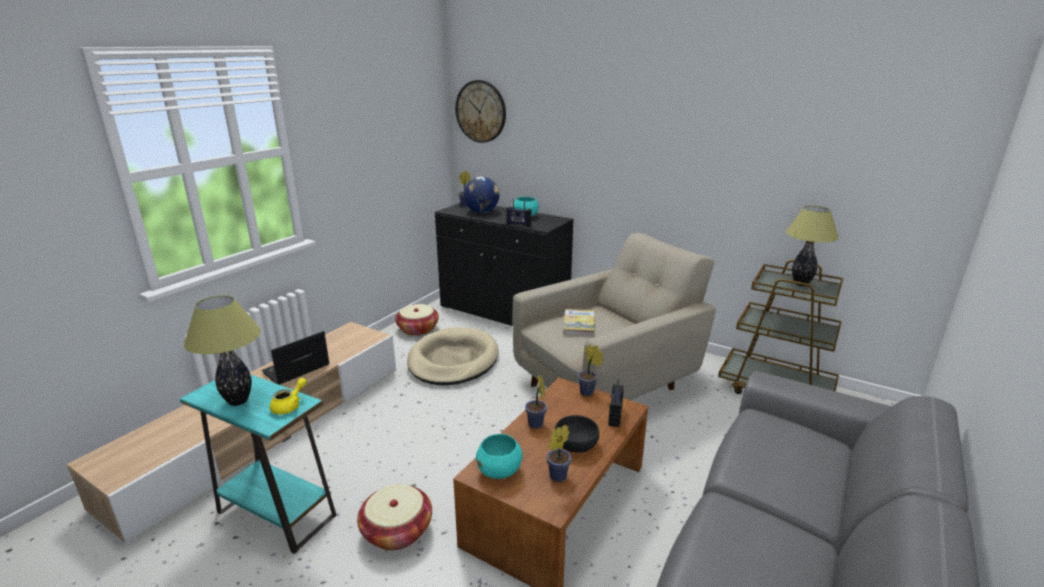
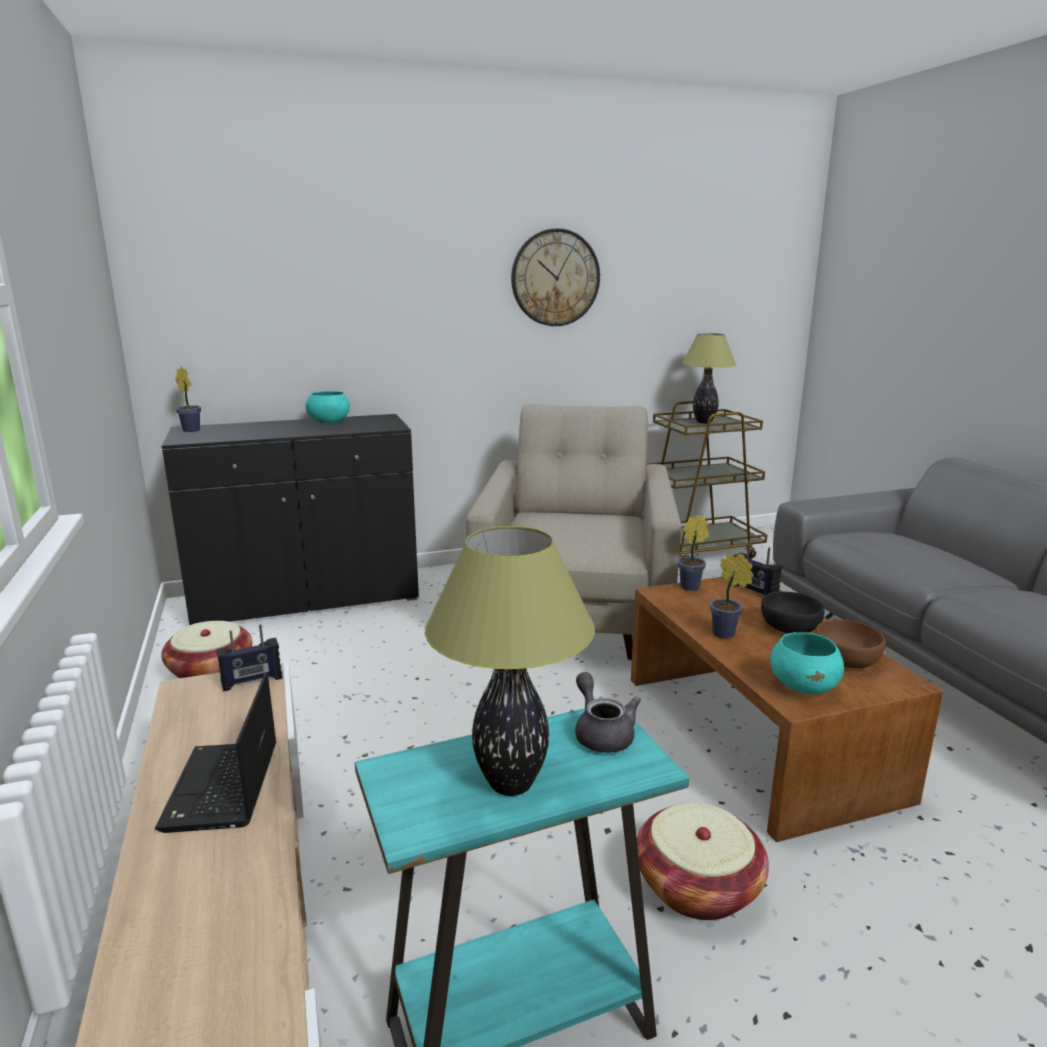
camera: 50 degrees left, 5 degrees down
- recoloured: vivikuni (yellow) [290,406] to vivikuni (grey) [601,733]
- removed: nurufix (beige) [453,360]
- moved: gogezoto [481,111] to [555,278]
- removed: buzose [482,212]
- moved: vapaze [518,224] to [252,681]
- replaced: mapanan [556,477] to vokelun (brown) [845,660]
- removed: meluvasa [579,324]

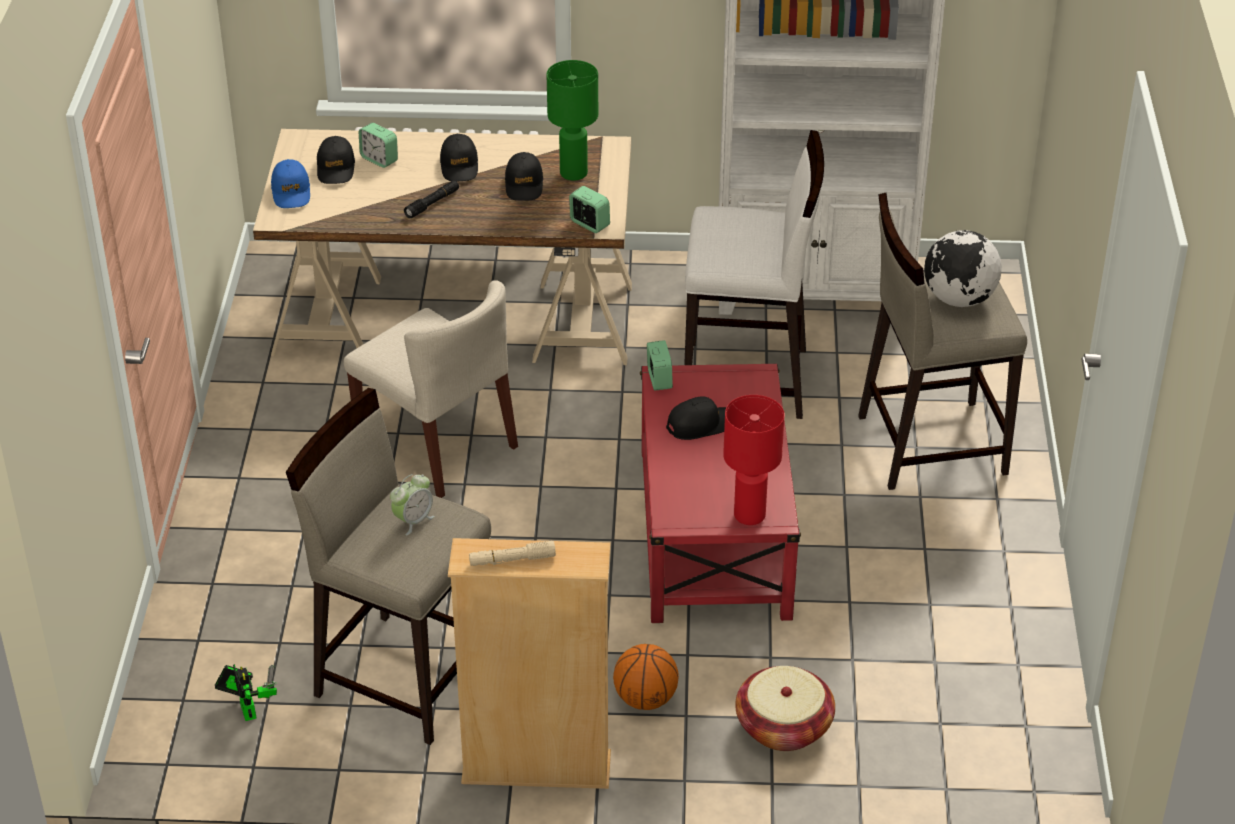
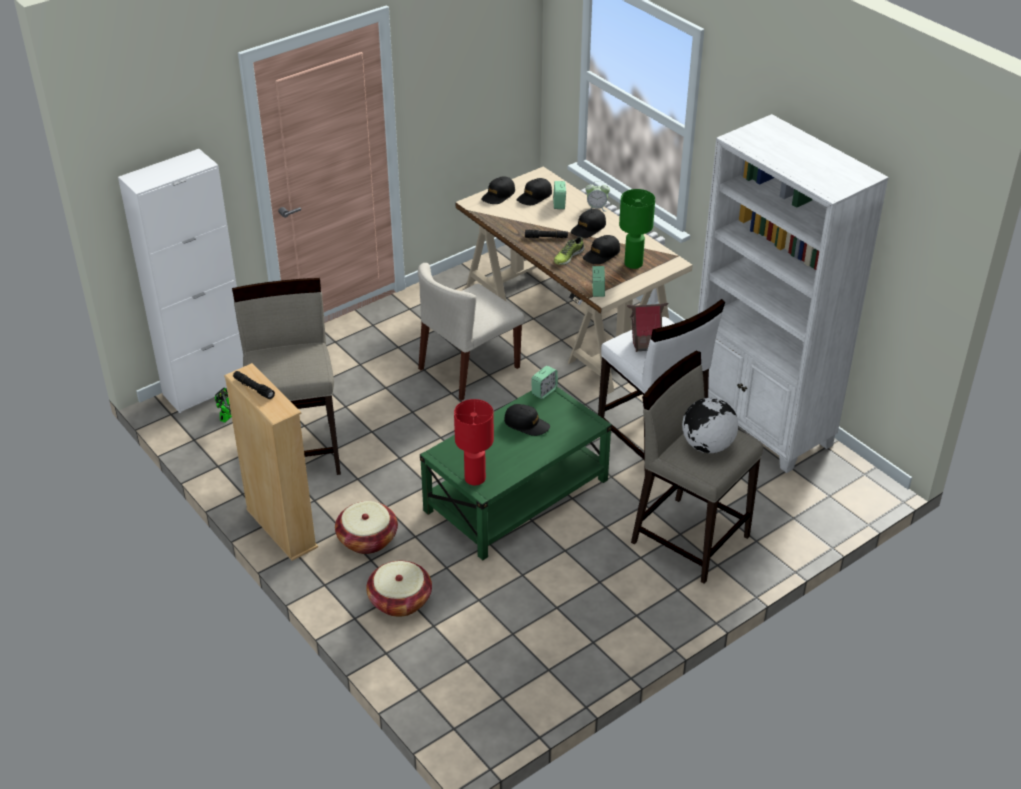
camera: 50 degrees right, 0 degrees up
- recoloured: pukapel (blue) [291,192] to pukapel (black) [498,195]
- turned: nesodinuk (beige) [438,444] = [469,368] 45 degrees clockwise
- moved: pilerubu [413,521] to [596,208]
- recoloured: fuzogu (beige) [512,560] to fuzogu (black) [253,388]
- replaced: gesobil [645,699] to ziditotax [367,539]
- recoloured: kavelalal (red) [713,532] to kavelalal (green) [516,495]
- added: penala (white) [207,388]
- added: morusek [568,256]
- added: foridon [644,345]

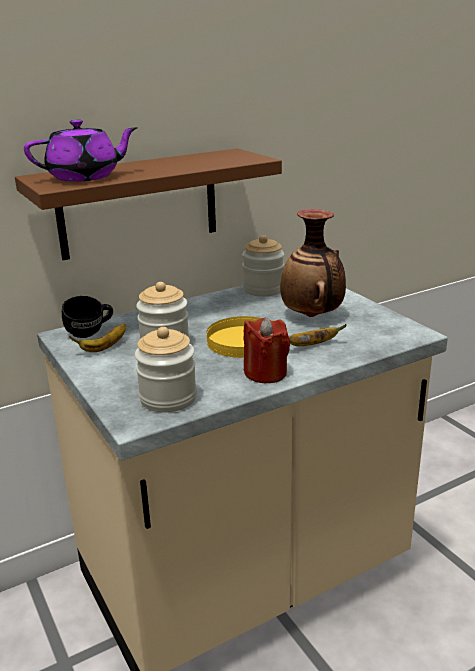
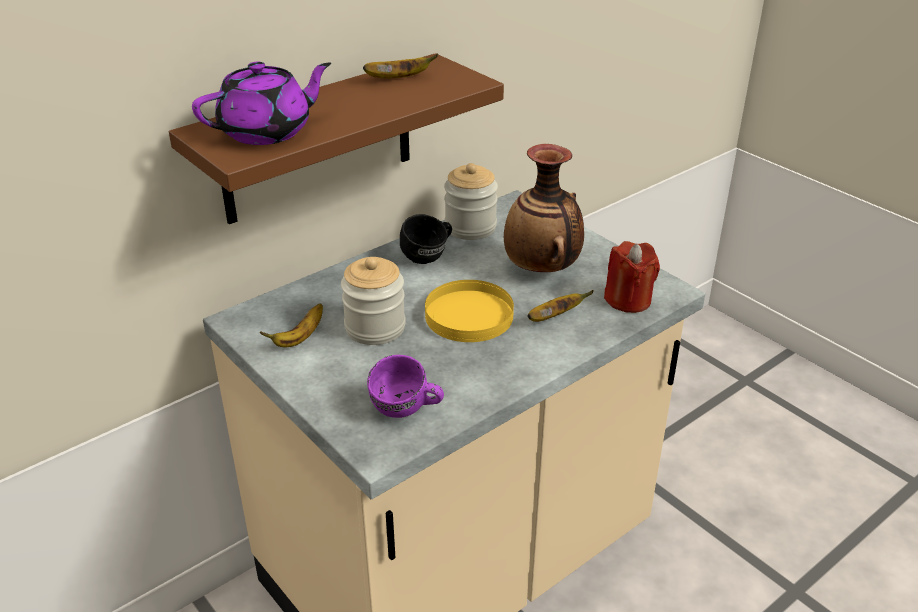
camera: 10 degrees left, 10 degrees up
- moved: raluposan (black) [91,333] to [429,257]
- replaced: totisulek [168,398] to raluposan (purple) [406,411]
- moved: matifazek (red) [265,373] to [628,300]
- added: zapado [399,78]

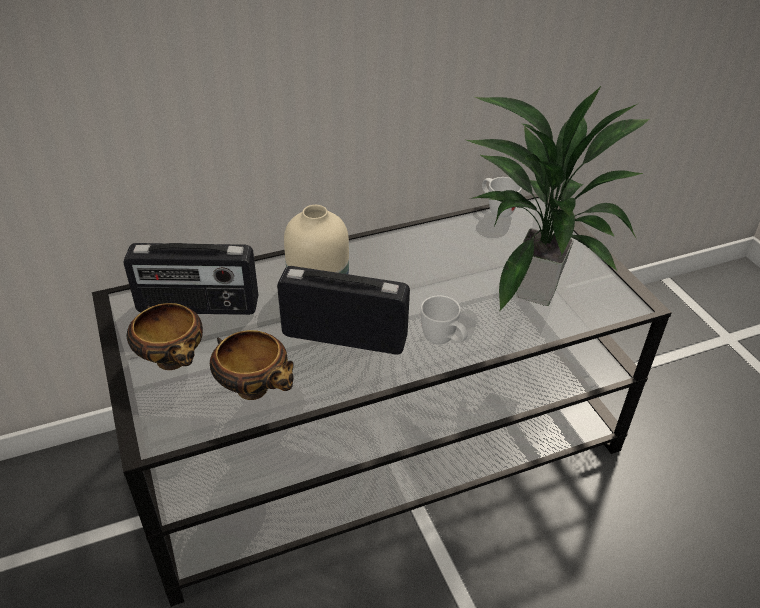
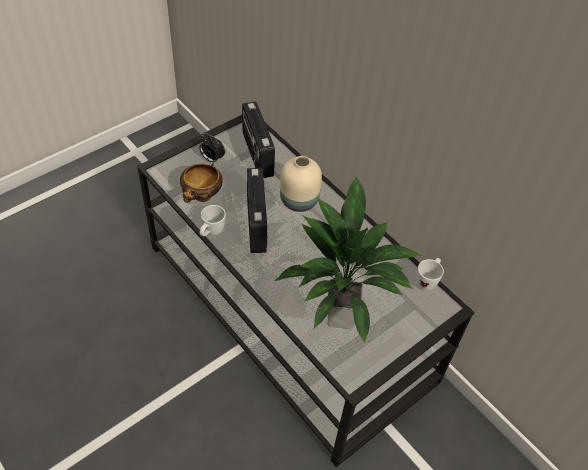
camera: 70 degrees right, 10 degrees up
- replaced: vokelun [174,362] to pilerubu [211,159]
- moved: raluposan (white) [443,341] to [211,233]

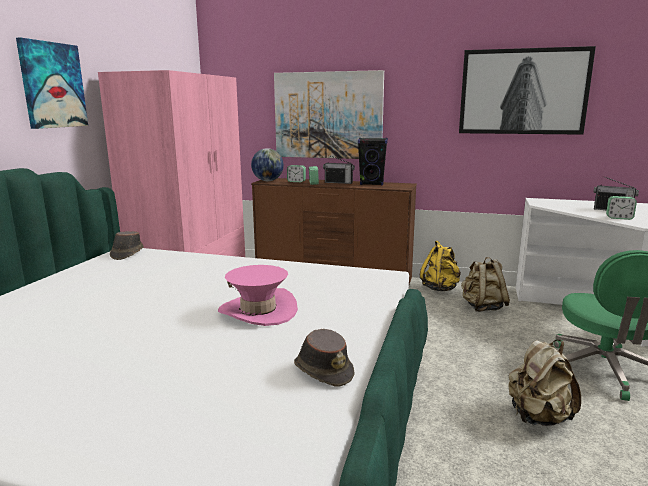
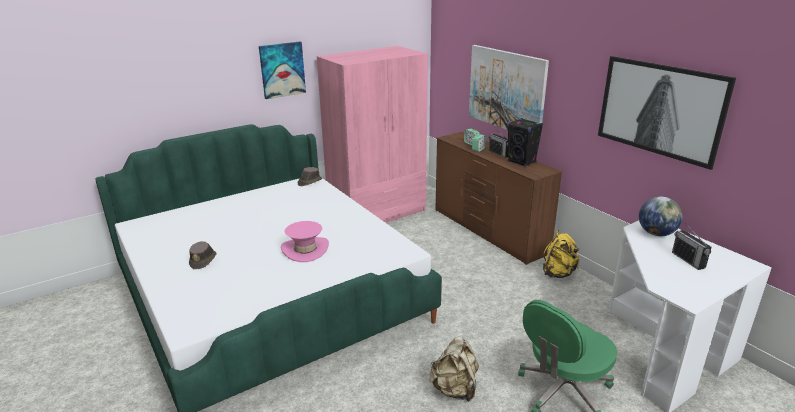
camera: 40 degrees right, 10 degrees up
- moved: buzose [268,181] to [656,233]
- moved: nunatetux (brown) [323,370] to [203,260]
- removed: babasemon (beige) [482,307]
- removed: pilerubu [619,218]

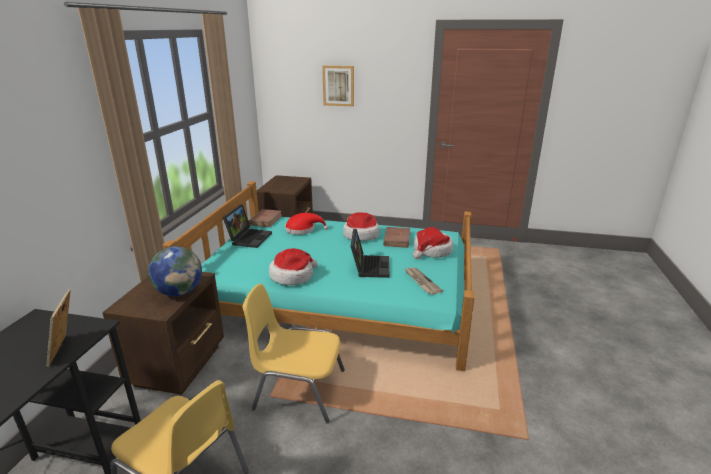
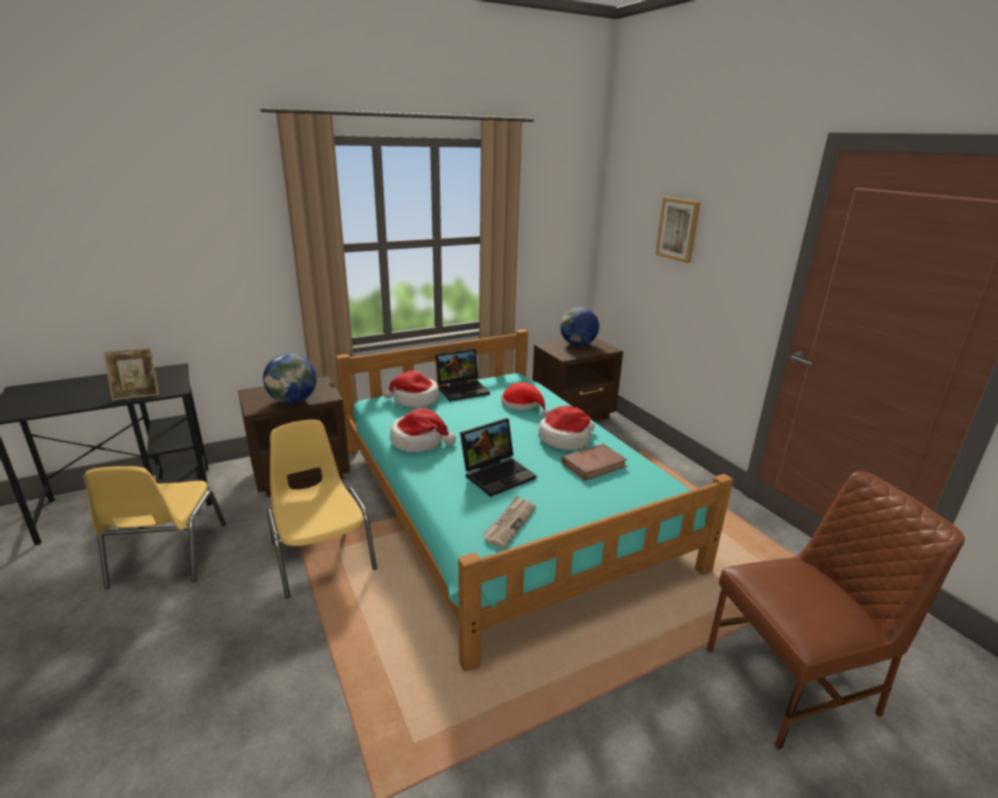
camera: 50 degrees right, 0 degrees up
- turned: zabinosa [66,350] = [137,395] 150 degrees counterclockwise
- removed: meluvasa (brown) [265,220]
- moved: nunatetux [432,251] to [414,399]
- added: buzose [578,344]
- added: nesodinuk (brown) [794,682]

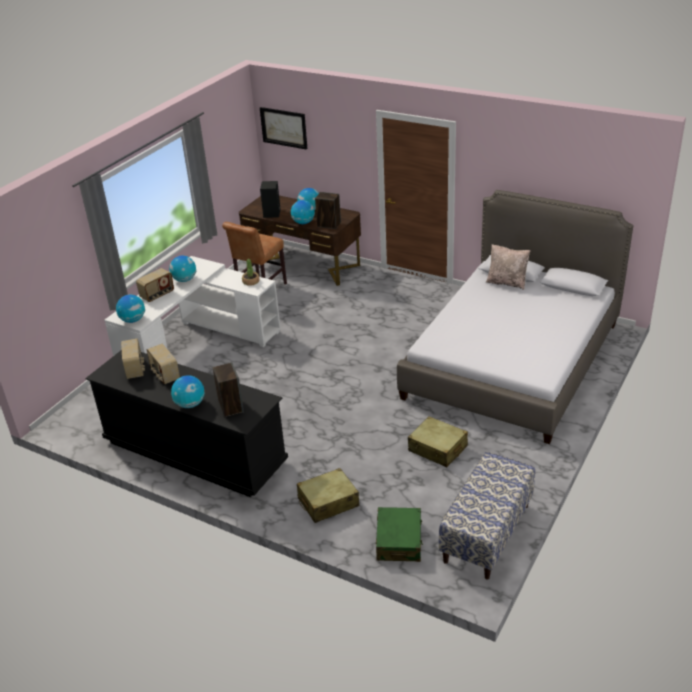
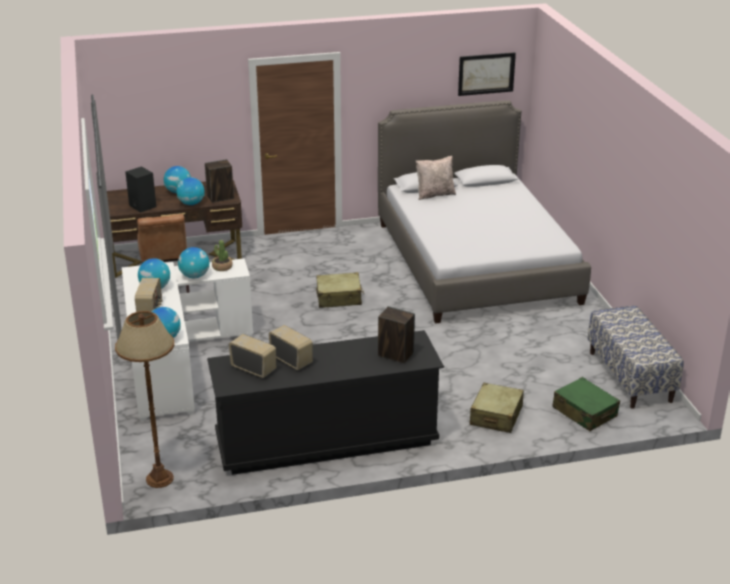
camera: 45 degrees left, 5 degrees down
- turned: vapaze [165,375] = [291,360] 150 degrees counterclockwise
- moved: buzose [190,404] to [195,276]
- moved: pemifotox [284,127] to [486,73]
- moved: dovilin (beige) [438,449] to [339,298]
- added: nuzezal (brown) [159,478]

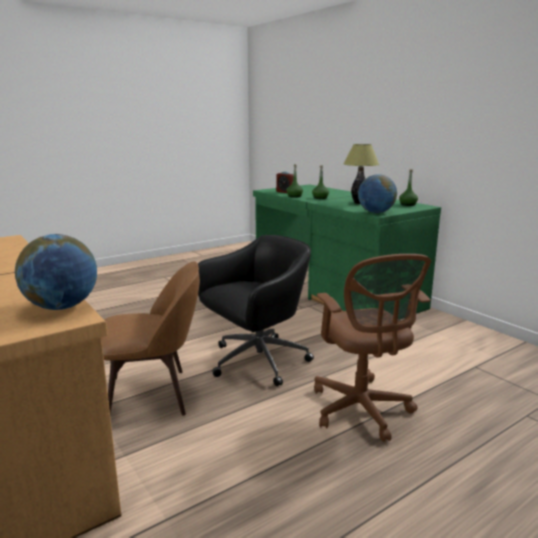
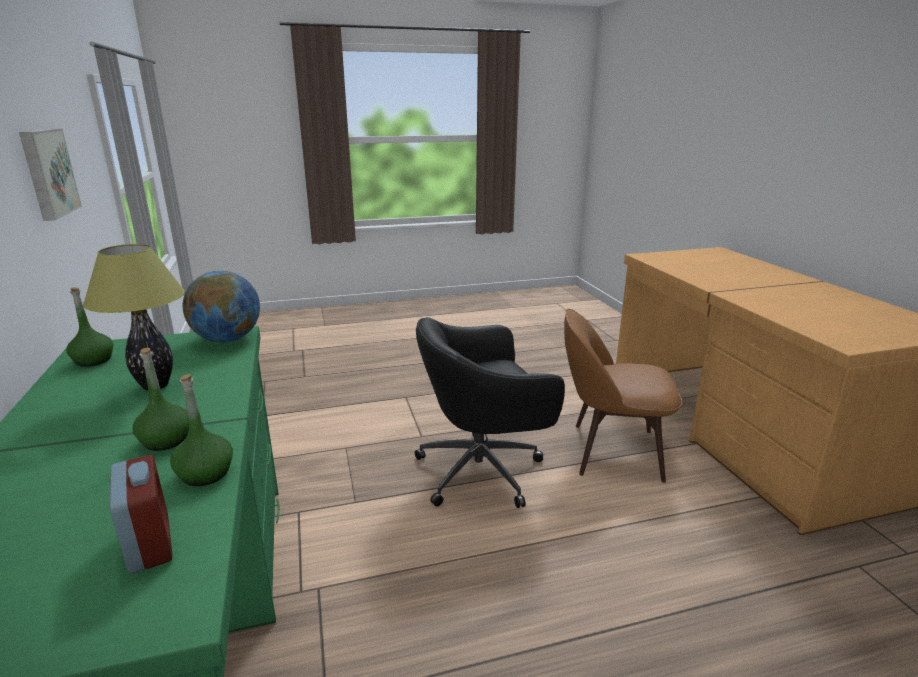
camera: 160 degrees left, 5 degrees up
- removed: buzose [62,307]
- removed: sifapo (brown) [362,411]
- added: pemifotox [47,173]

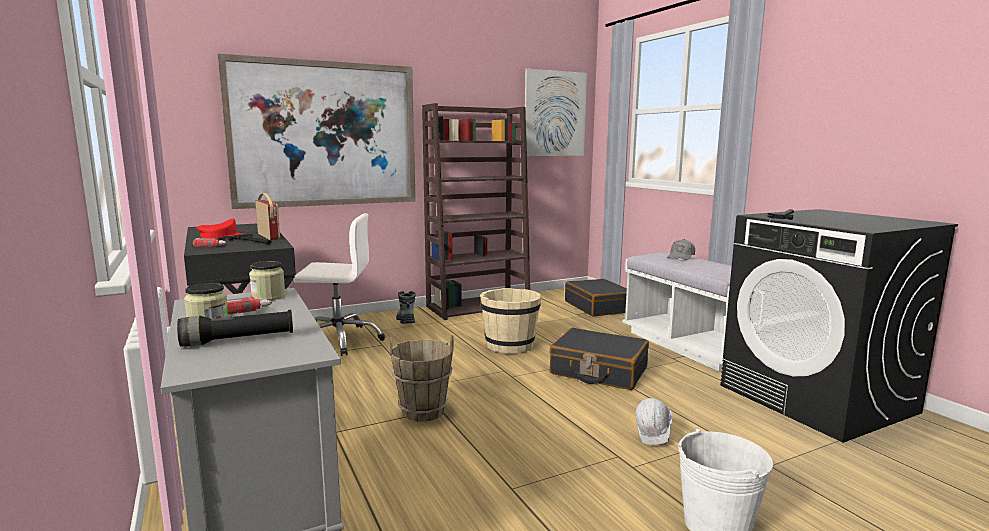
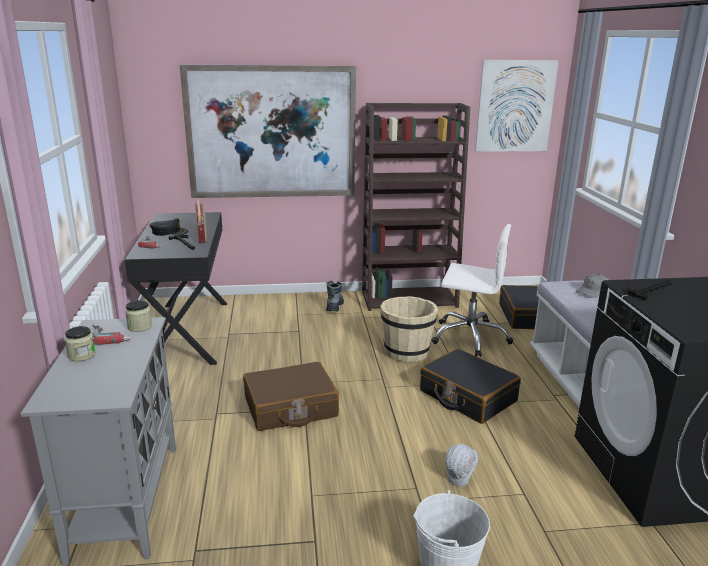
camera: 20 degrees right, 10 degrees up
- removed: fuzogu (black) [239,340]
- recoloured: pukapel (red) [222,236] to pukapel (black) [169,232]
- moved: sifapo (white) [339,340] to [470,337]
- replaced: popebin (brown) [423,411] to dovilin (brown) [290,408]

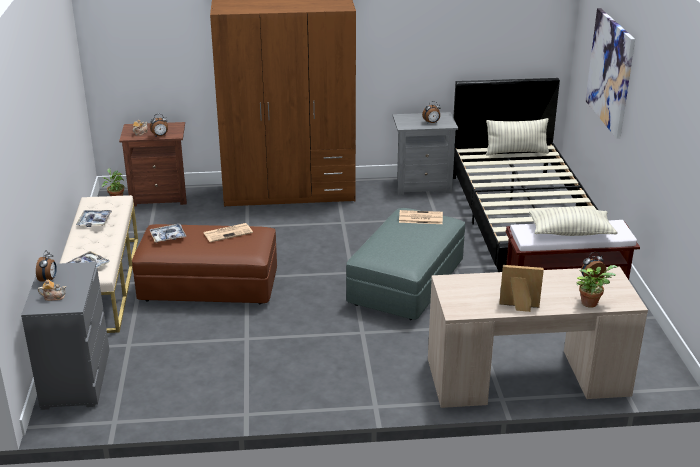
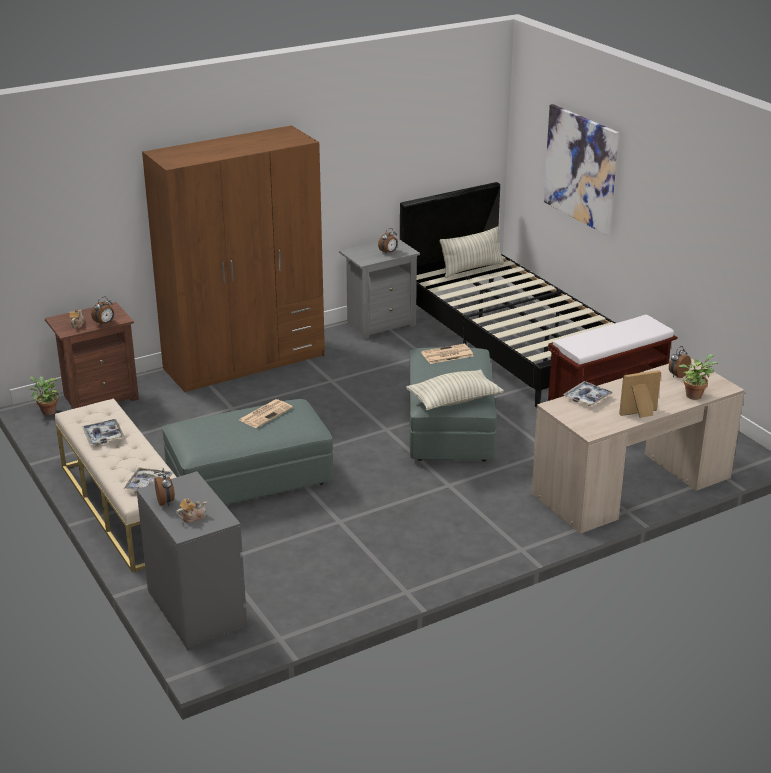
camera: 25 degrees left, 0 degrees up
- recoloured: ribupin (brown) [209,286] to ribupin (grey) [249,480]
- moved: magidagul [168,237] to [587,398]
- moved: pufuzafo [570,232] to [454,400]

